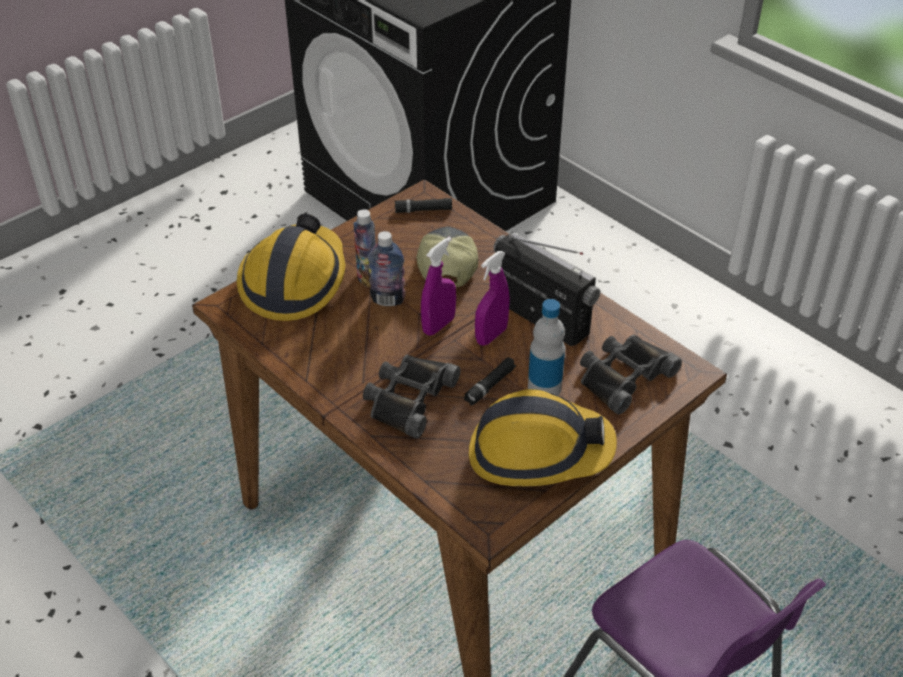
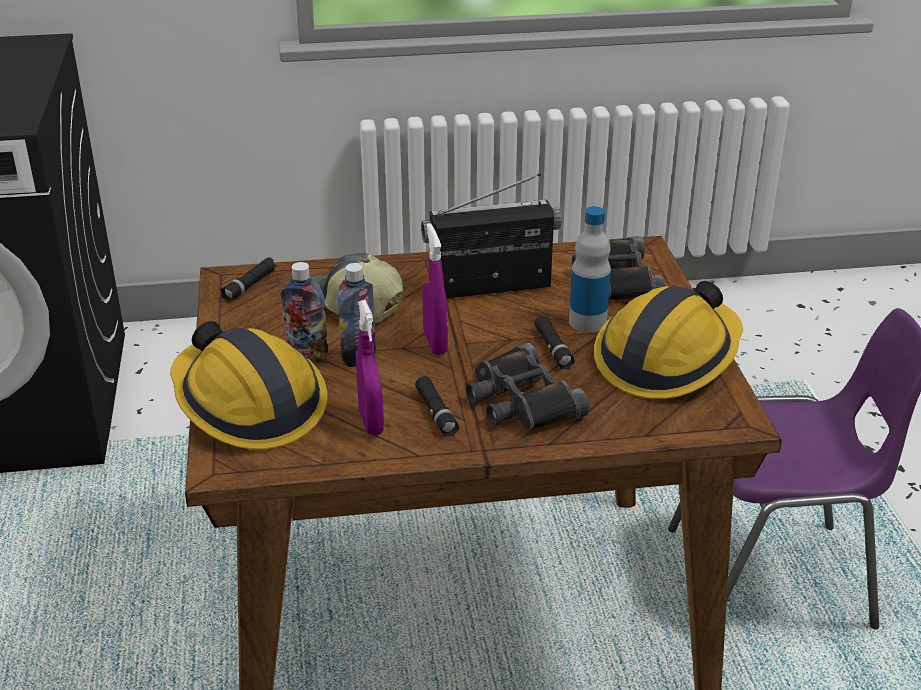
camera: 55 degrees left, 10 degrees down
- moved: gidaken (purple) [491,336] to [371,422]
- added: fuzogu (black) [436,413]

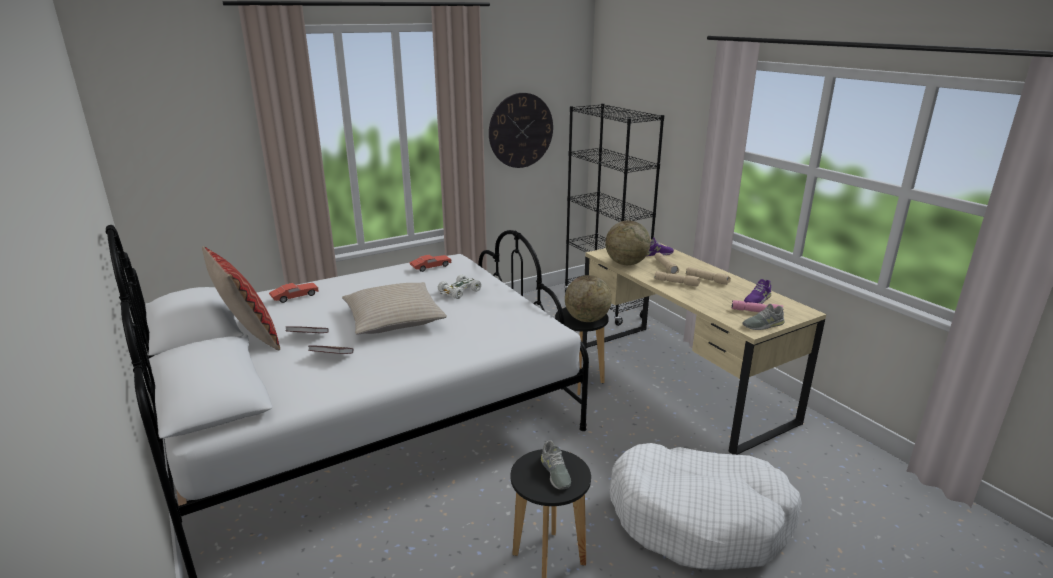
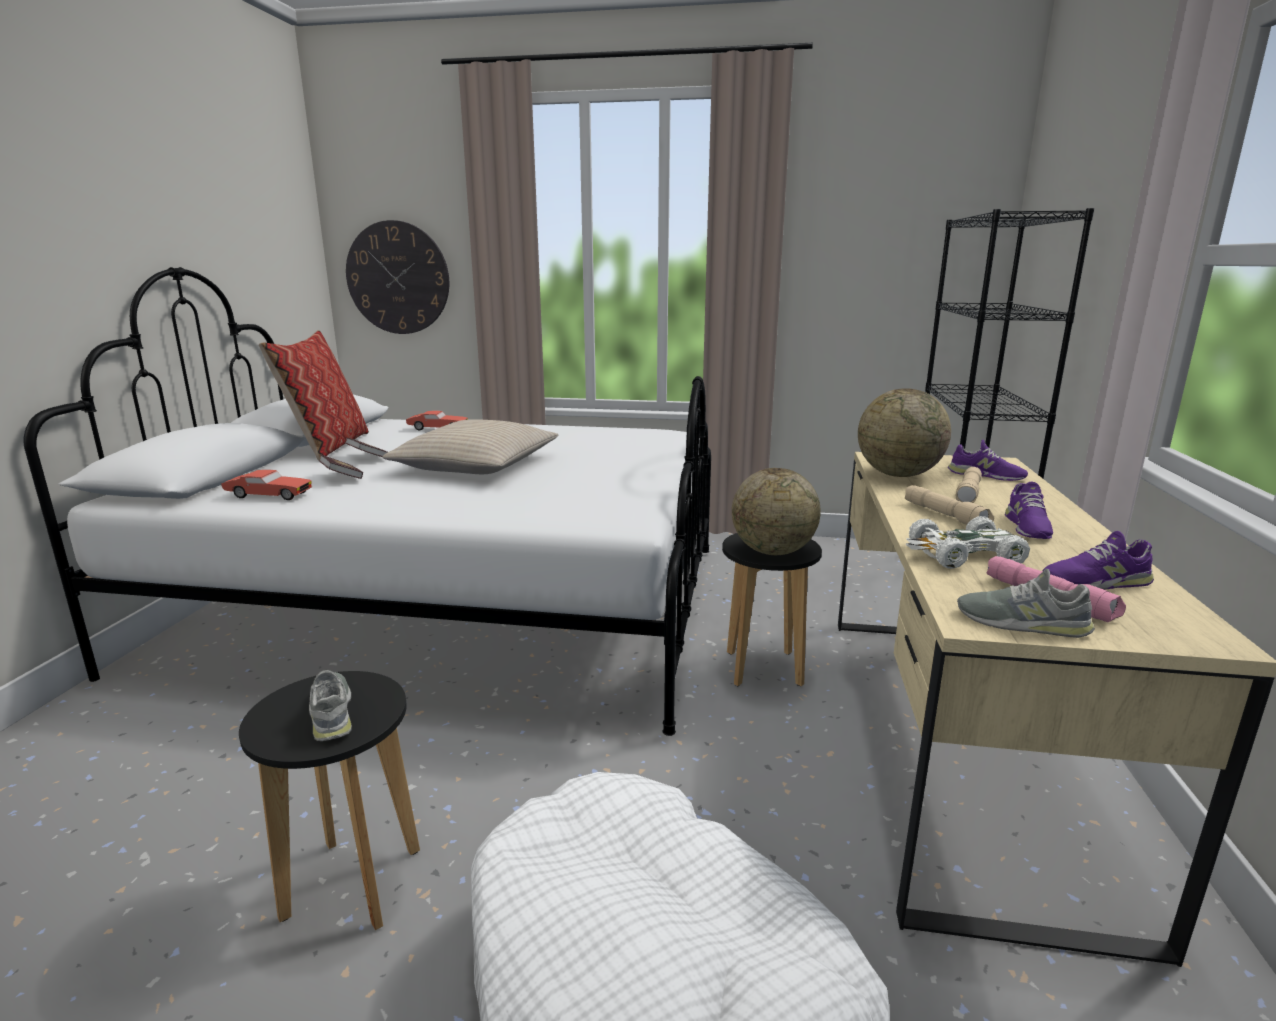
camera: 40 degrees right, 5 degrees down
- moved: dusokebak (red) [431,267] to [268,496]
- moved: dusokebak (white) [459,292] to [963,555]
- moved: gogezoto [521,130] to [398,278]
- turned: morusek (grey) [555,472] = [332,713] 135 degrees clockwise
- replaced: fuzogu (beige) [707,280] to morusek (purple) [1027,527]

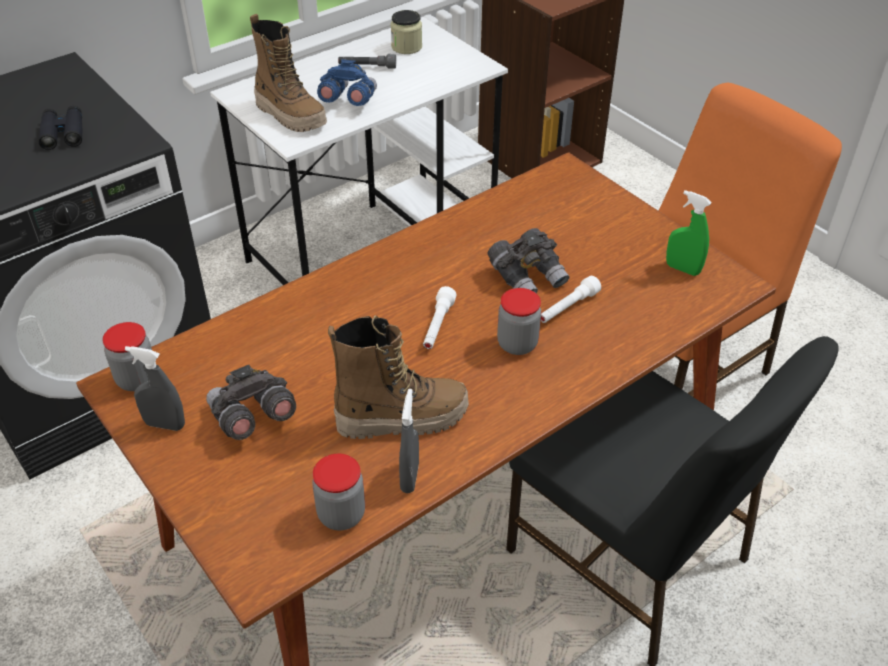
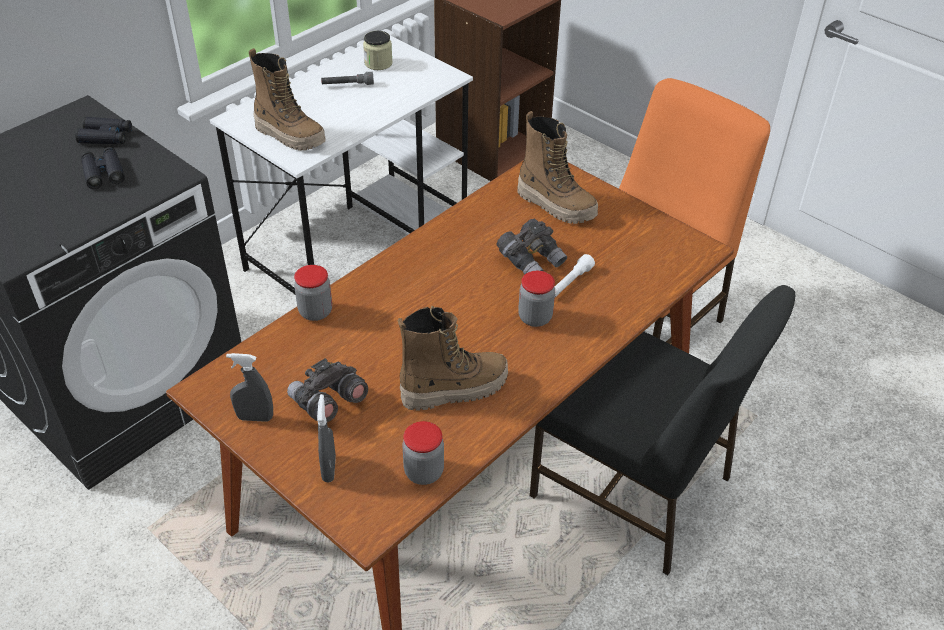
camera: 10 degrees left, 0 degrees up
- moved: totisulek [137,379] to [315,312]
- removed: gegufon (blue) [348,101]
- moved: gidaken (grey) [409,477] to [329,469]
- removed: fuzogu (white) [437,326]
- removed: gidaken (green) [682,269]
- added: gegufon (black) [106,137]
- added: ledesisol [556,205]

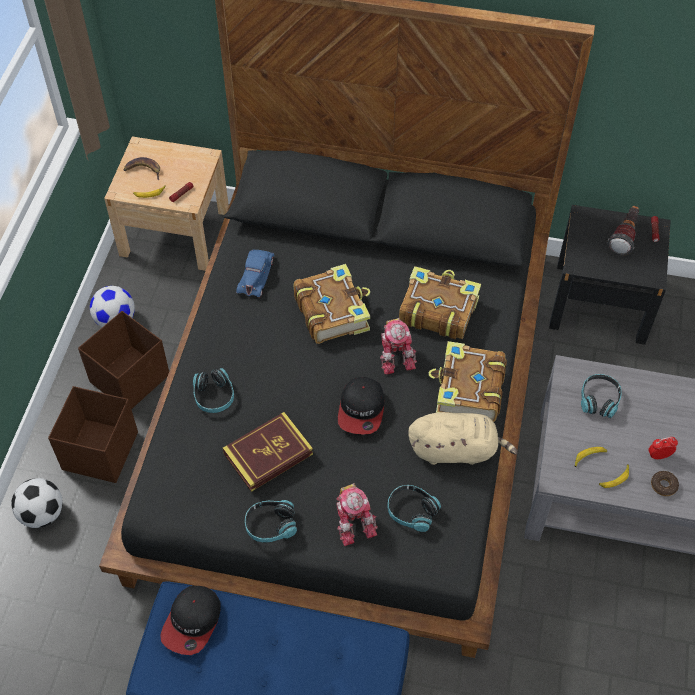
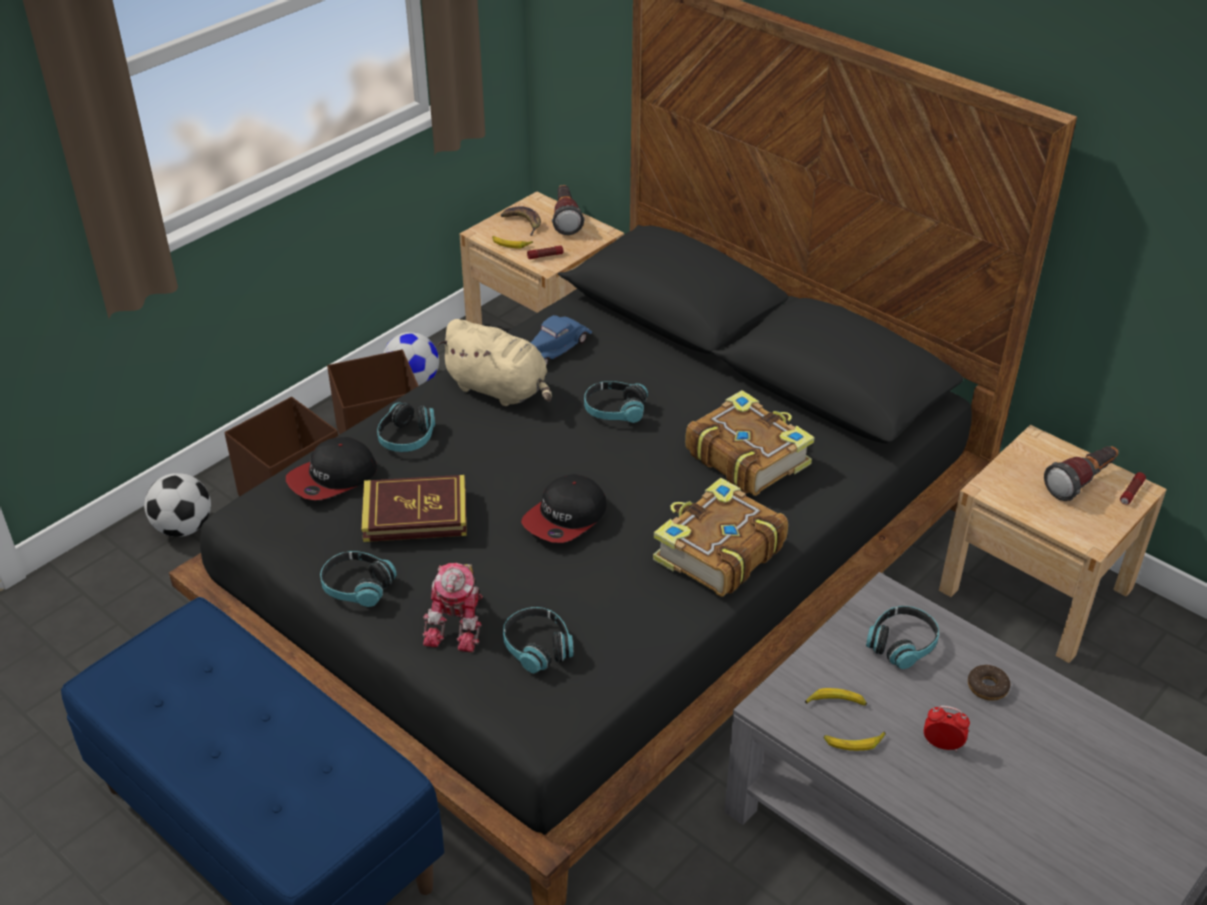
camera: 30 degrees right, 15 degrees down
- moved: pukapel [192,622] to [332,478]
- replaced: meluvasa [332,311] to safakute [614,410]
- removed: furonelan [396,353]
- moved: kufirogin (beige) [456,450] to [500,389]
- recoloured: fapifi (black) [600,302] to fapifi (beige) [1035,590]
- moved: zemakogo [663,485] to [987,687]
- added: fuzogu [566,219]

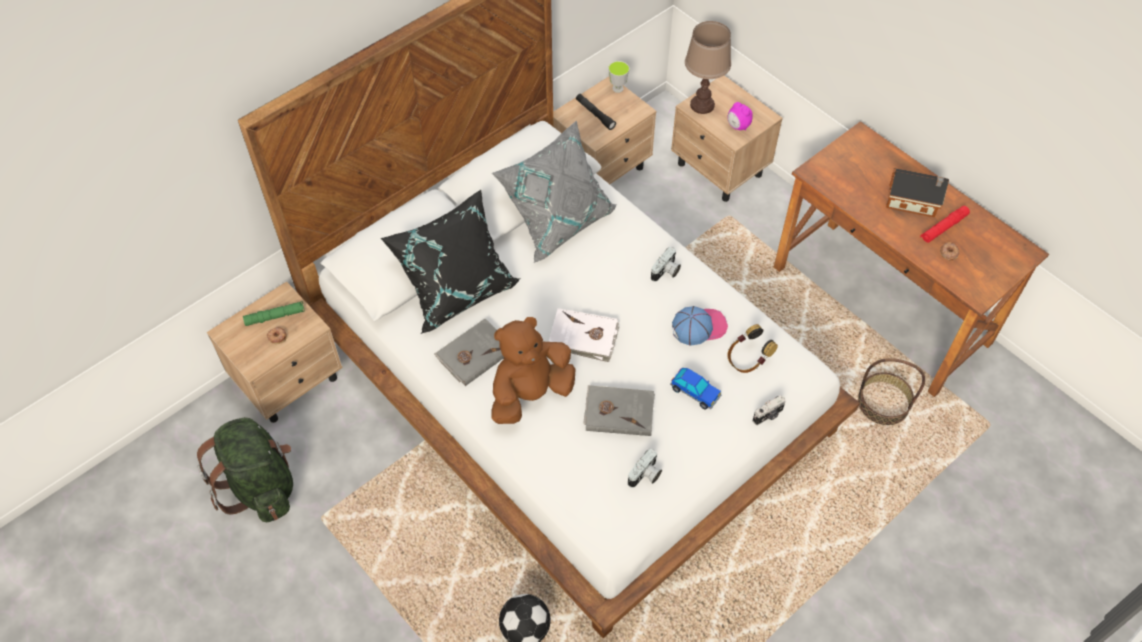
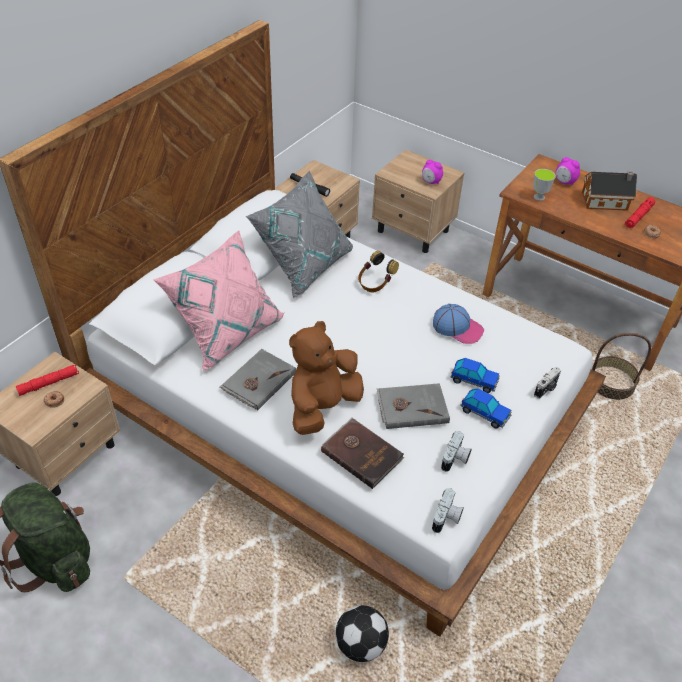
camera: 15 degrees left, 10 degrees down
- recoloured: fuzogu (green) [275,316] to fuzogu (red) [49,383]
- recoloured: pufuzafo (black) [457,289] to pufuzafo (pink) [227,331]
- removed: meluvasa (white) [583,337]
- moved: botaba [618,88] to [539,197]
- moved: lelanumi [666,272] to [447,518]
- turned: pukapel [699,327] = [457,328] 60 degrees clockwise
- removed: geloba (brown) [702,105]
- moved: safakute [747,359] to [375,283]
- added: meluvasa (brown) [362,454]
- added: dusokebak [484,413]
- added: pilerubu [564,182]

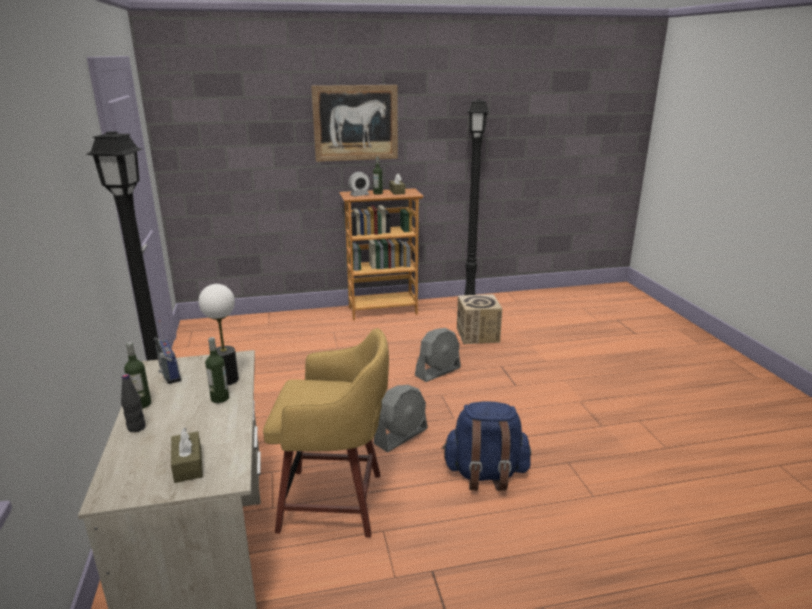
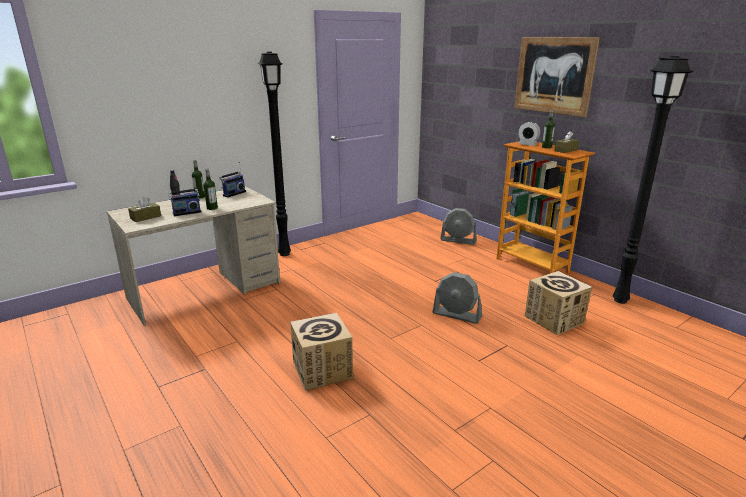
camera: 65 degrees right, 0 degrees up
- removed: geloba [227,380]
- removed: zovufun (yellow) [335,502]
- moved: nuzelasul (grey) [401,436] to [458,240]
- replaced: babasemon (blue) [485,474] to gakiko [322,370]
- added: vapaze [186,212]

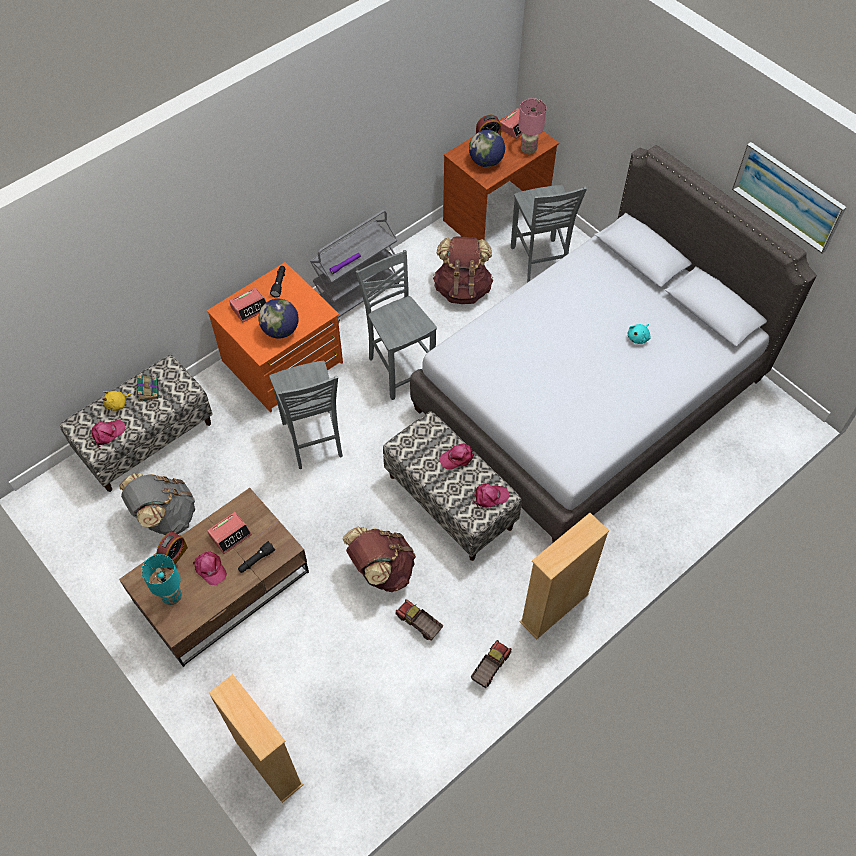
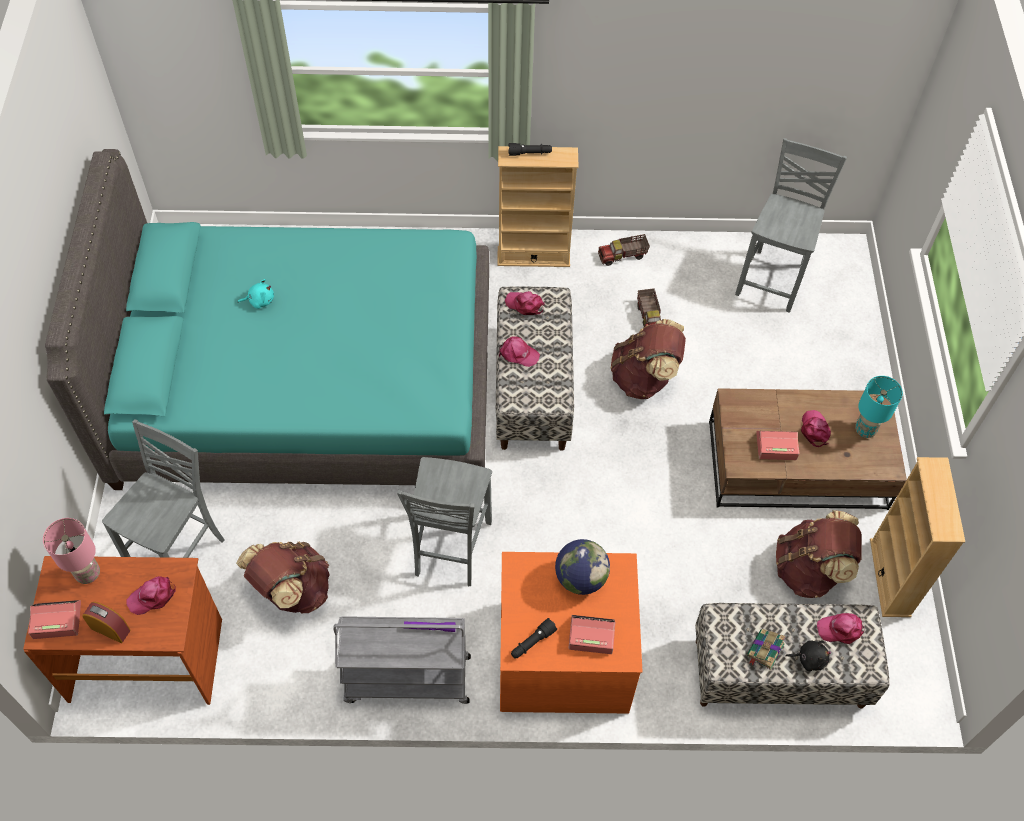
camera: 140 degrees left, 0 degrees up
- recoloured: kufirogin (yellow) [118,404] to kufirogin (black) [809,659]
- recoloured: babasemon (grey) [165,516] to babasemon (brown) [809,570]
- removed: pilerubu [174,555]
- moved: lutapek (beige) [268,763] to [890,577]
- moved: fuzogu (black) [256,560] to [530,153]
- moved: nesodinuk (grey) [313,440] to [773,279]
- recoloured: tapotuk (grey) [589,394] to tapotuk (turquoise) [307,386]
- replaced: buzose [486,162] to pukapel (pink) [152,596]
- removed: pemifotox [788,196]

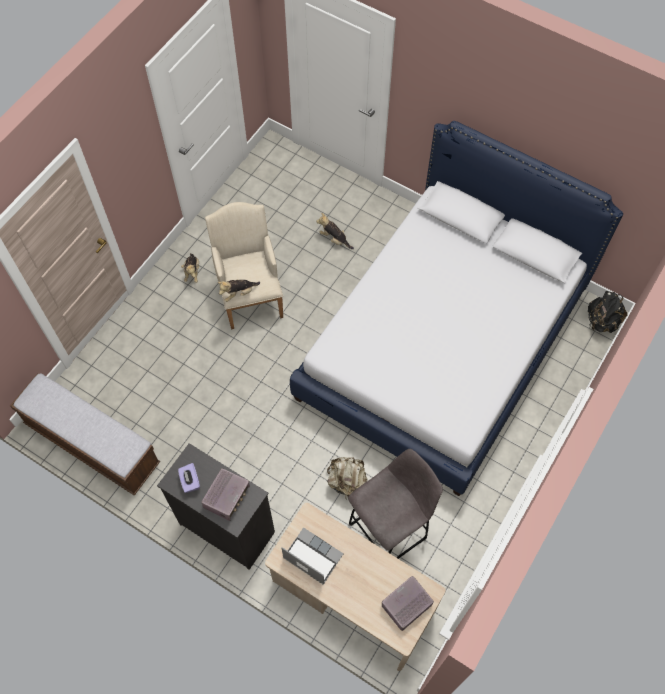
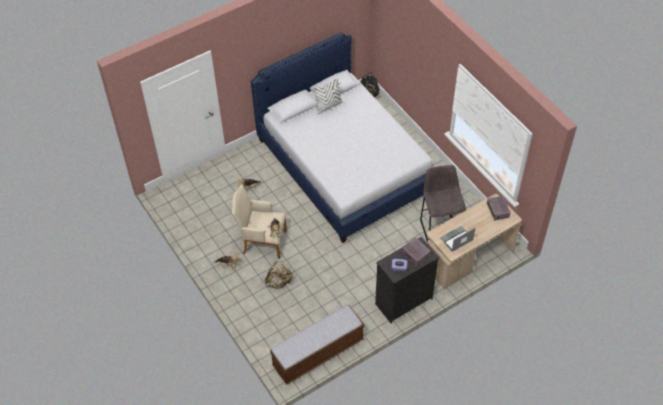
camera: 65 degrees left, 10 degrees down
- moved: babasemon (beige) [347,482] to [279,281]
- added: pufuzafo (white) [328,106]

